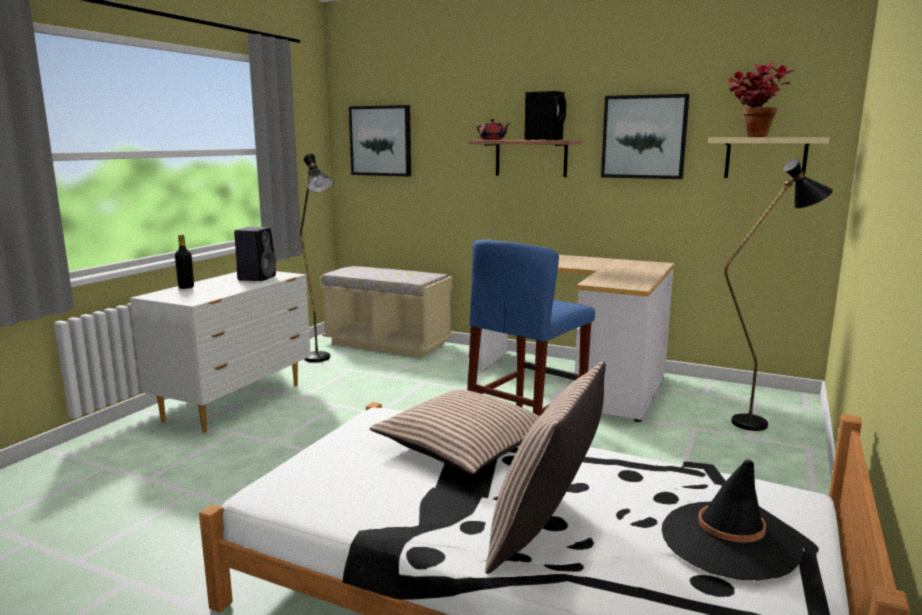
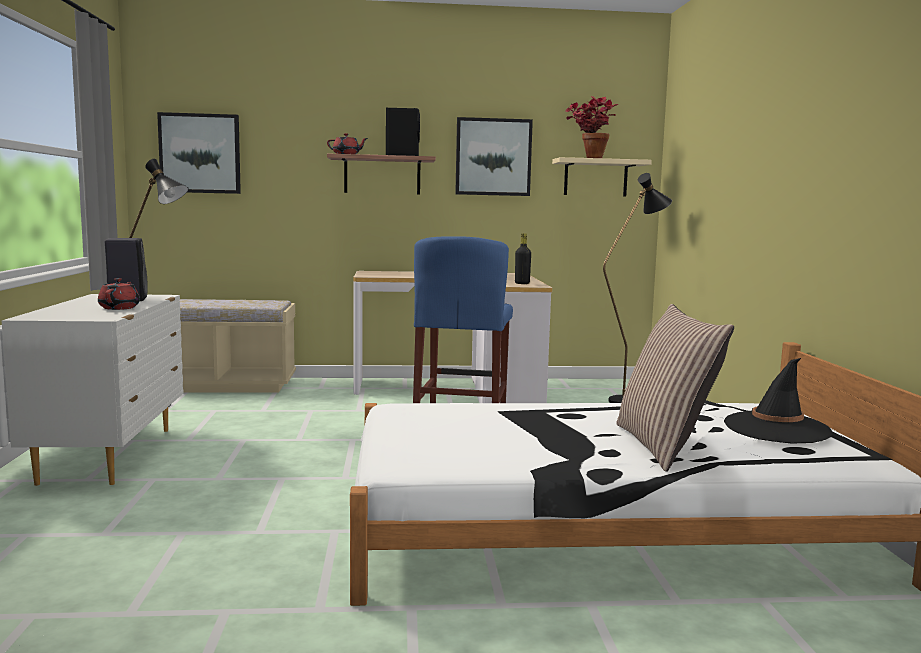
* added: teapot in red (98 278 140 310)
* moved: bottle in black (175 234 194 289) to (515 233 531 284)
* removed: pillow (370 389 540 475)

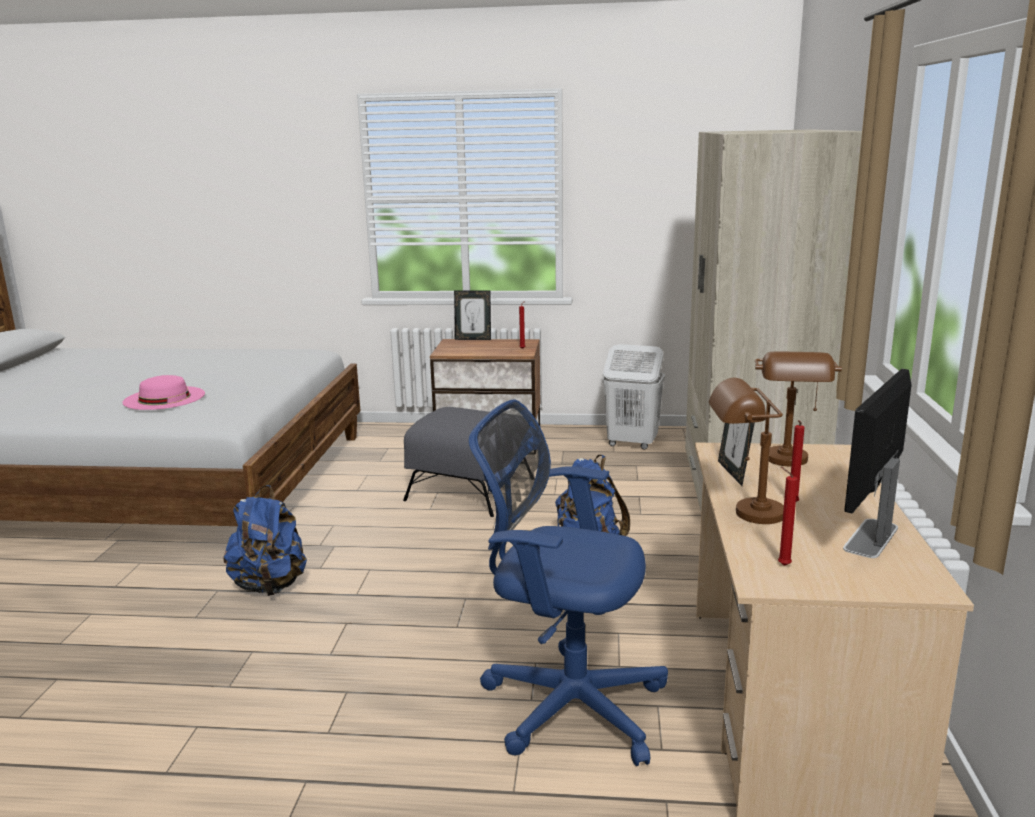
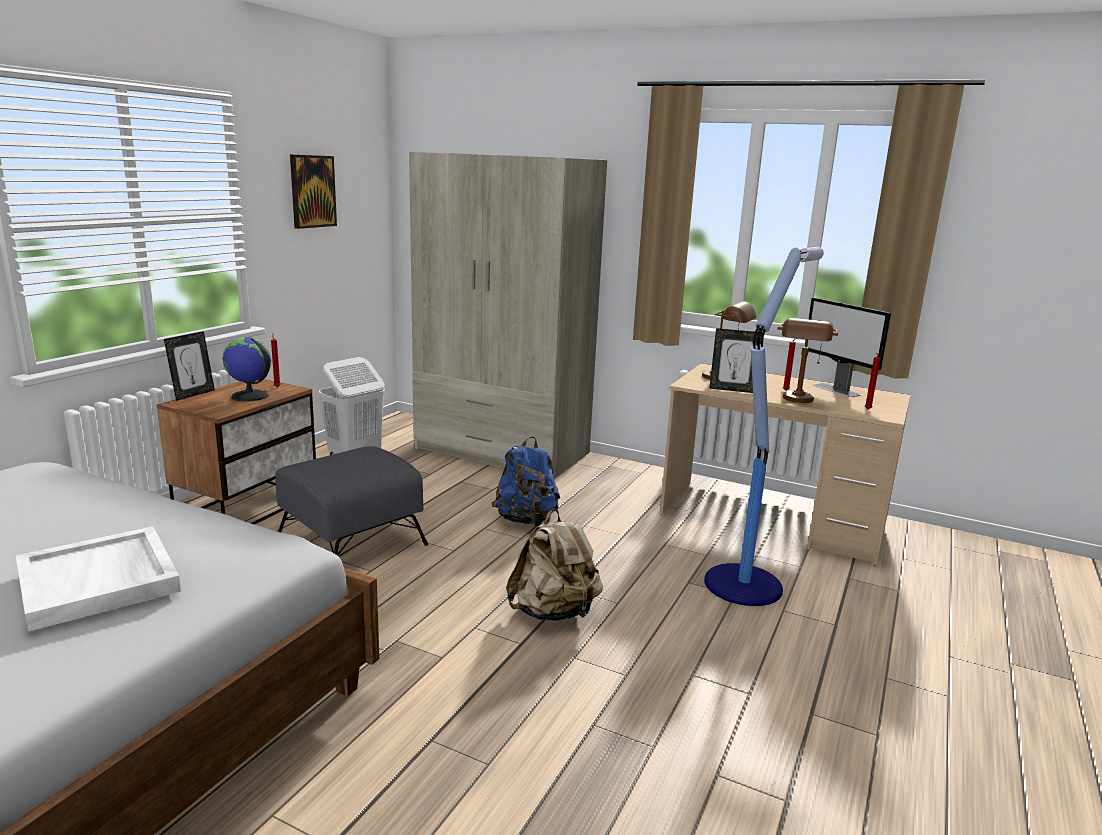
* replaced: hat in pink (122 375 205 410) to tray in white (16 526 181 632)
* added: globe (222 337 271 402)
* added: picture (290 155 337 229)
* added: backpack in beige (506 509 603 621)
* replaced: office chair in blue (469 399 668 766) to floor lamp (704 247 824 606)
* removed: backpack in blue (224 485 307 596)

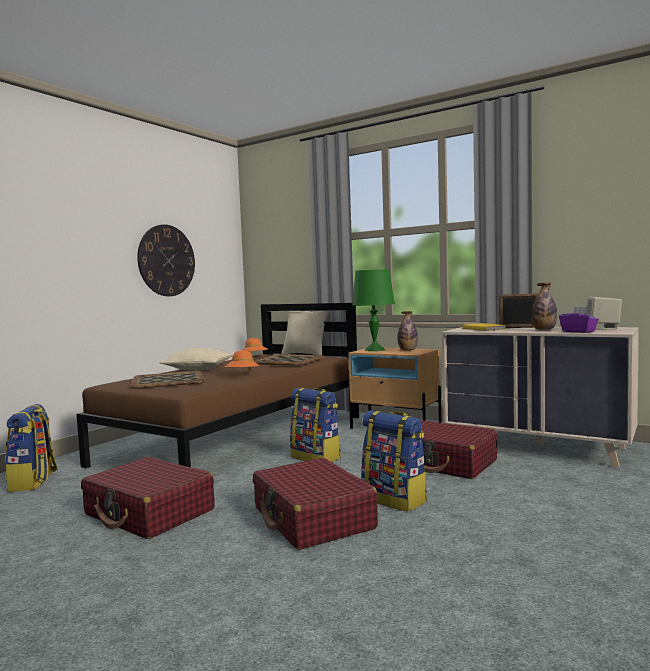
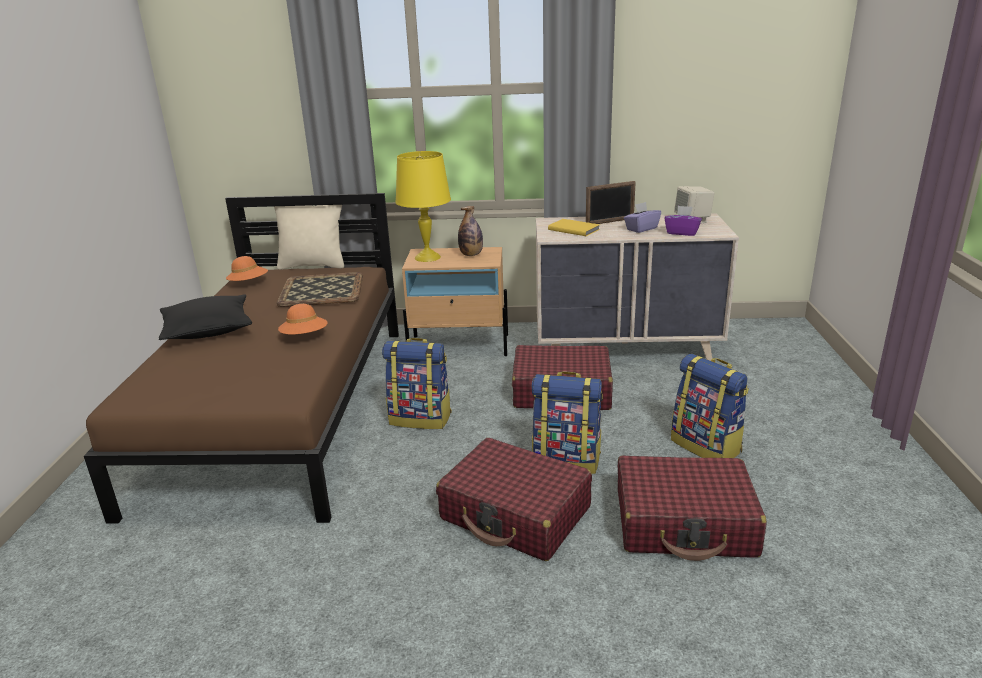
* recoloured: pillow in beige (159 348 233 371) to pillow in black (159 294 252 340)
* recoloured: table lamp in green (352 269 395 351) to table lamp in yellow (395 151 451 262)
* moved: suitcase in red (81 457 215 539) to (618 455 767 561)
* replaced: bottle (531 282 557 330) to tissue box in purple (624 202 661 233)
* moved: backpack (5 404 58 492) to (671 354 749 458)
* removed: tray (130 371 205 389)
* removed: wall clock (137 224 195 296)

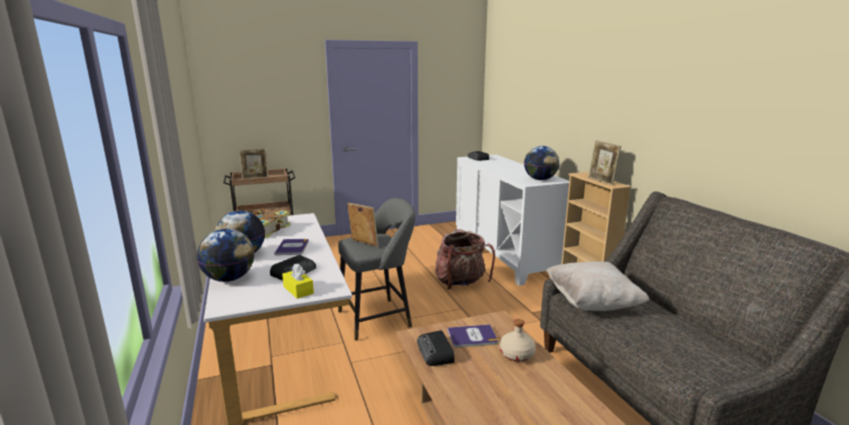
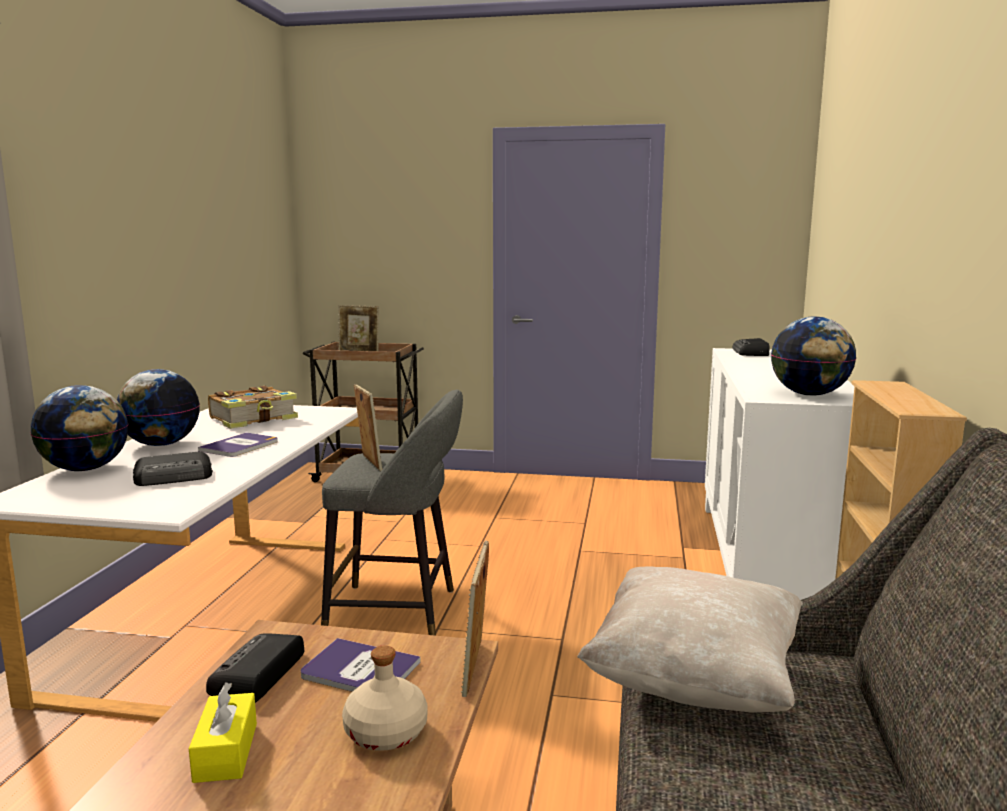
* moved: tissue box in yellow (282 263 314 299) to (189 682 257 783)
* moved: picture frame (588 140 621 185) to (461 540 489 697)
* removed: backpack (435 229 495 290)

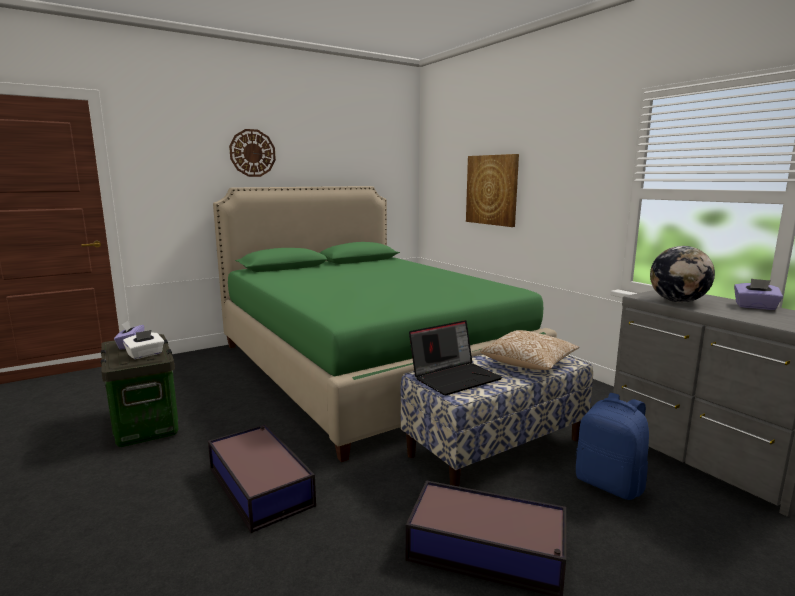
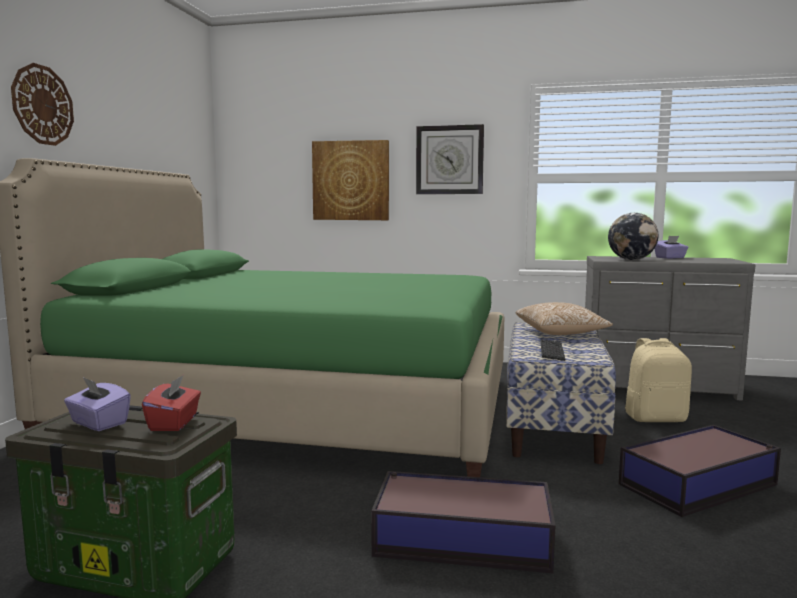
* recoloured: tissue box in white (123 330 164 359) to tissue box in red (142 375 201 431)
* added: wall clock (416 124 484 194)
* replaced: laptop (409 320 502 396) to keyboard (540 339 565 361)
* recoloured: backpack in blue (576 393 649 500) to backpack in beige (625 338 692 422)

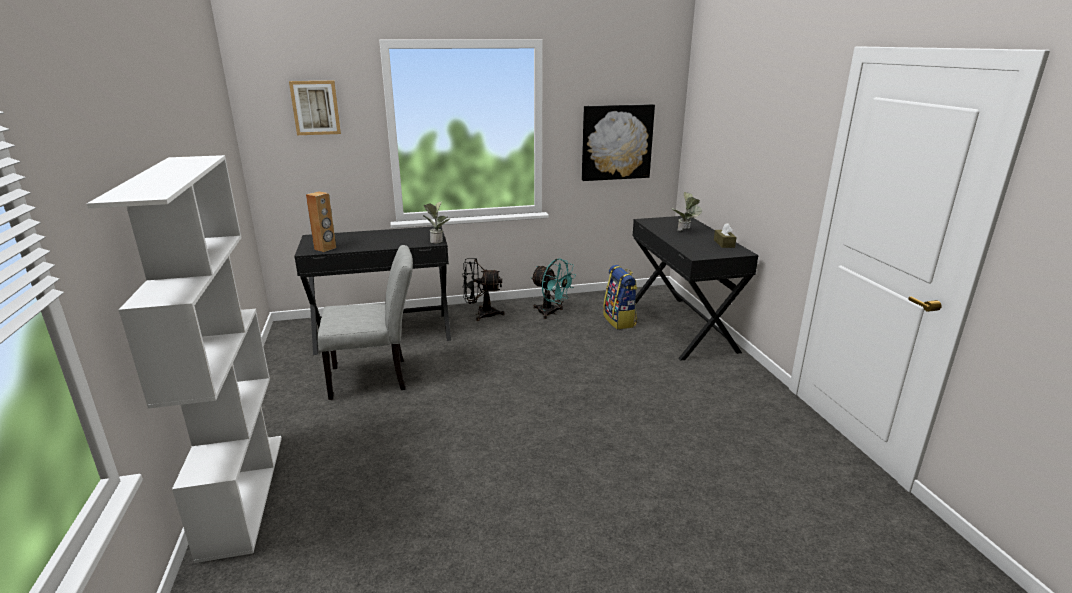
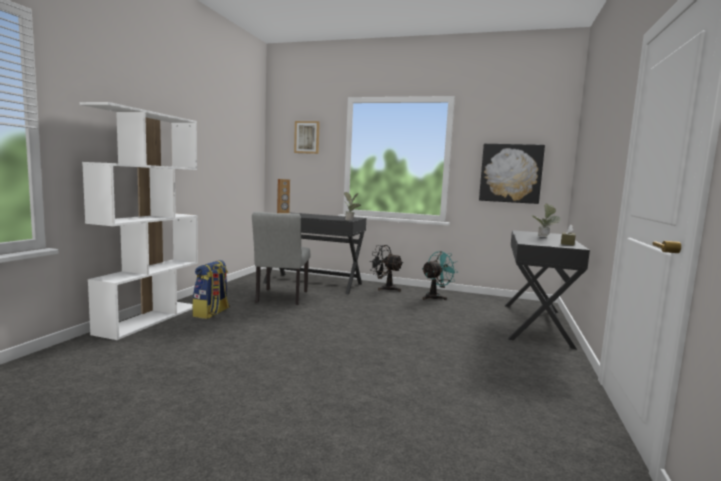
* moved: backpack (603 265 638 329) to (192 260 229 319)
* turned: chair in grey (317 245 413 400) = (252 212 310 305) 75 degrees clockwise
* turned: fan in turquoise (531 259 576 319) = (422 251 458 300) 105 degrees counterclockwise

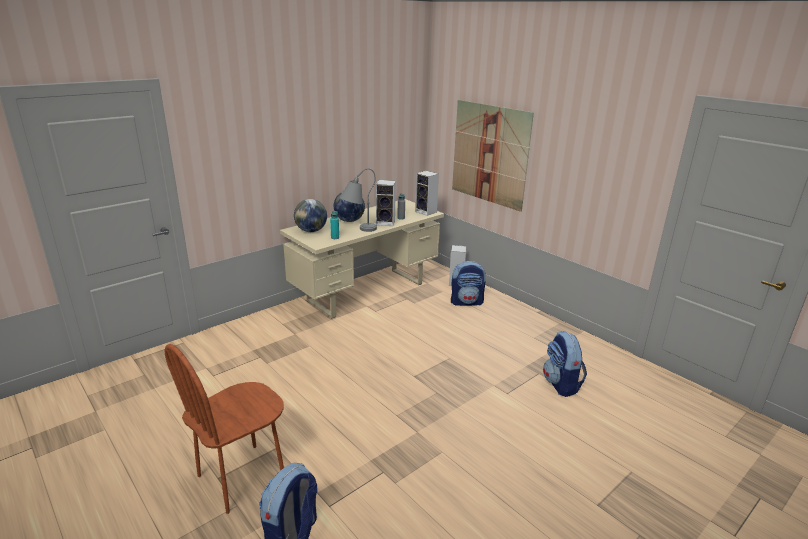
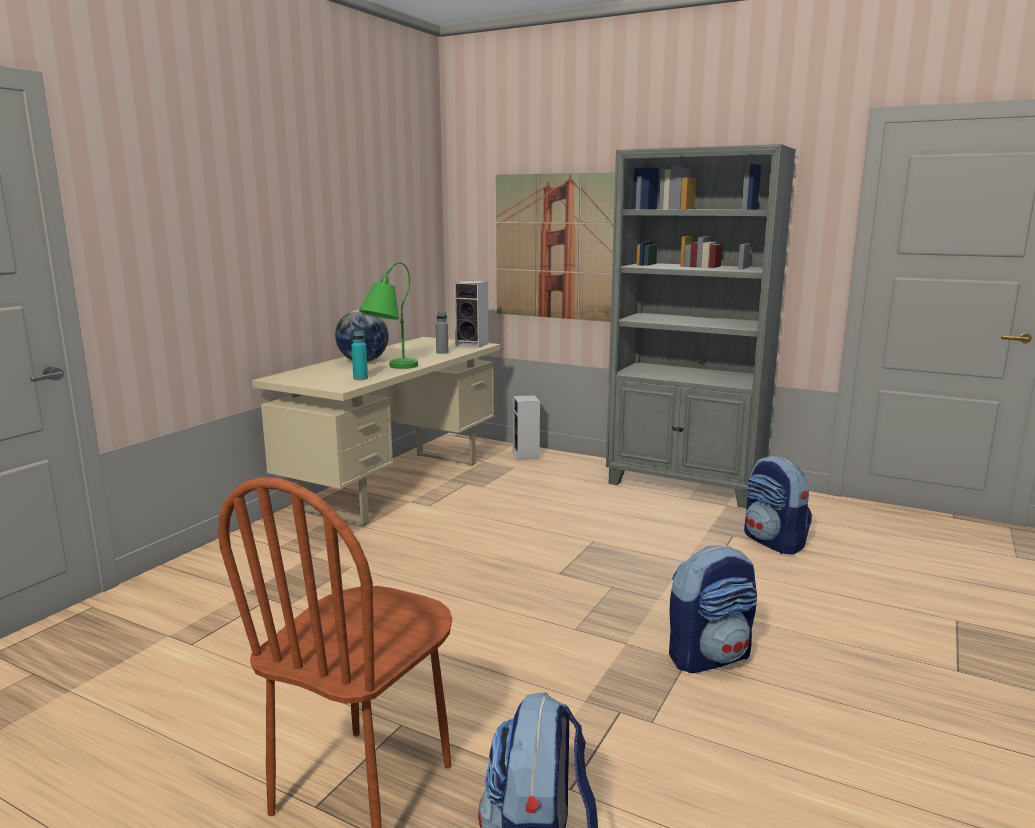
* recoloured: table lamp in grey (339 168 377 232) to table lamp in green (359 262 418 369)
* added: bookcase in grey (606 144 796 508)
* moved: backpack (451 261 486 306) to (669 546 757 673)
* removed: globe (294 199 327 232)
* removed: speaker (376 180 396 226)

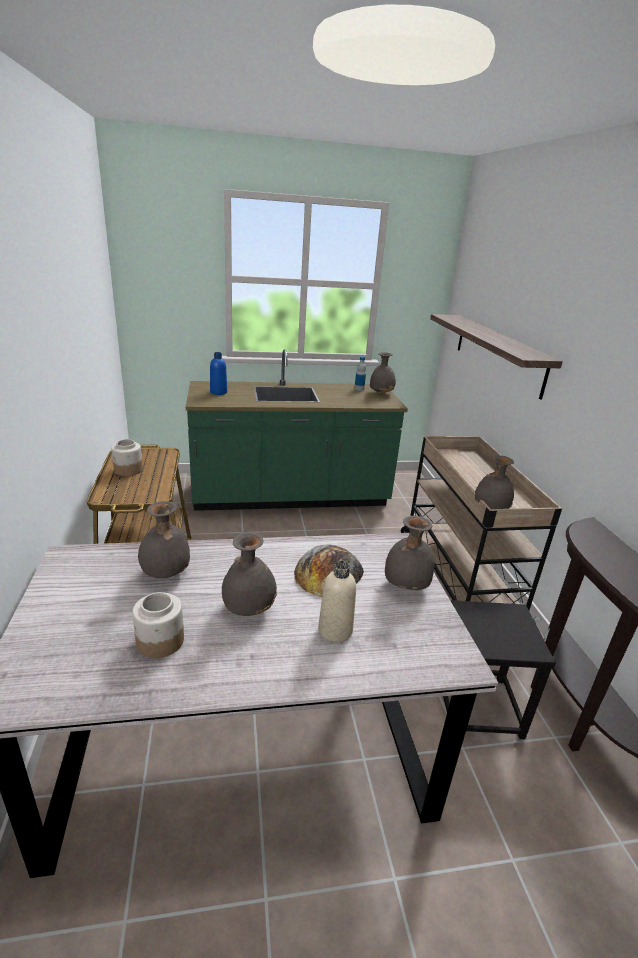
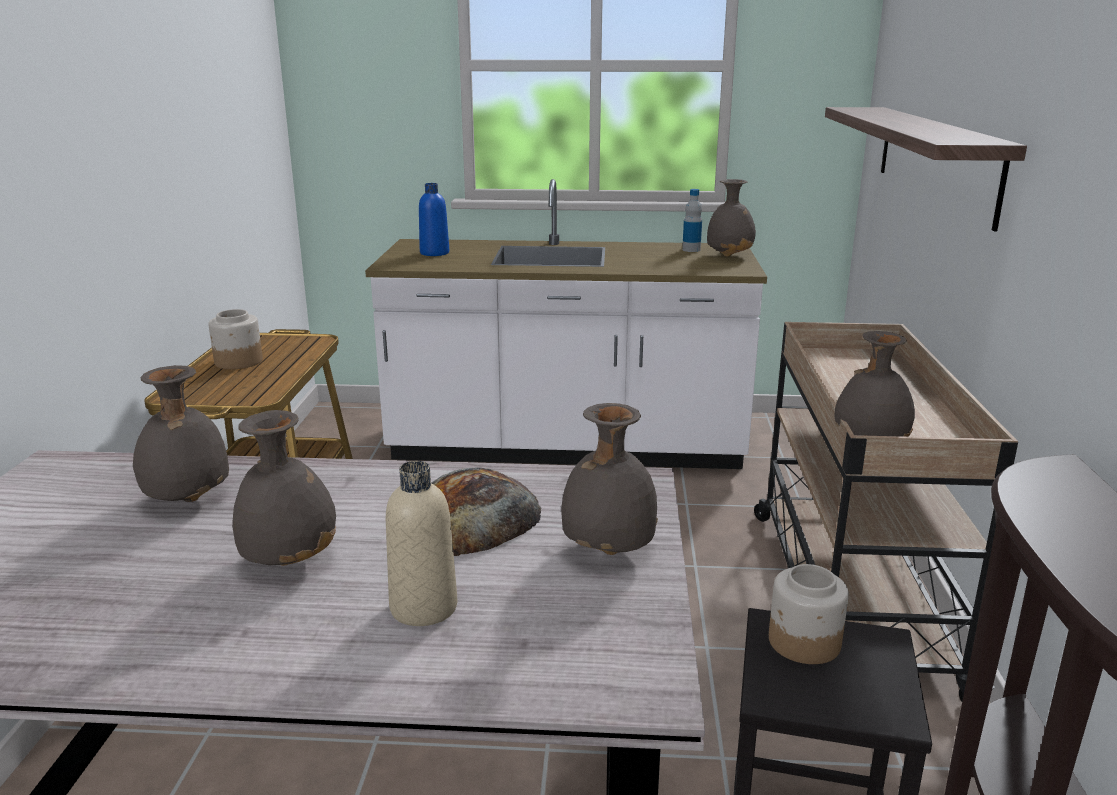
* recoloured: counter in green (186 350 408 511) to counter in white (365 179 767 469)
* moved: jar (132 592 184 658) to (769 564 849 664)

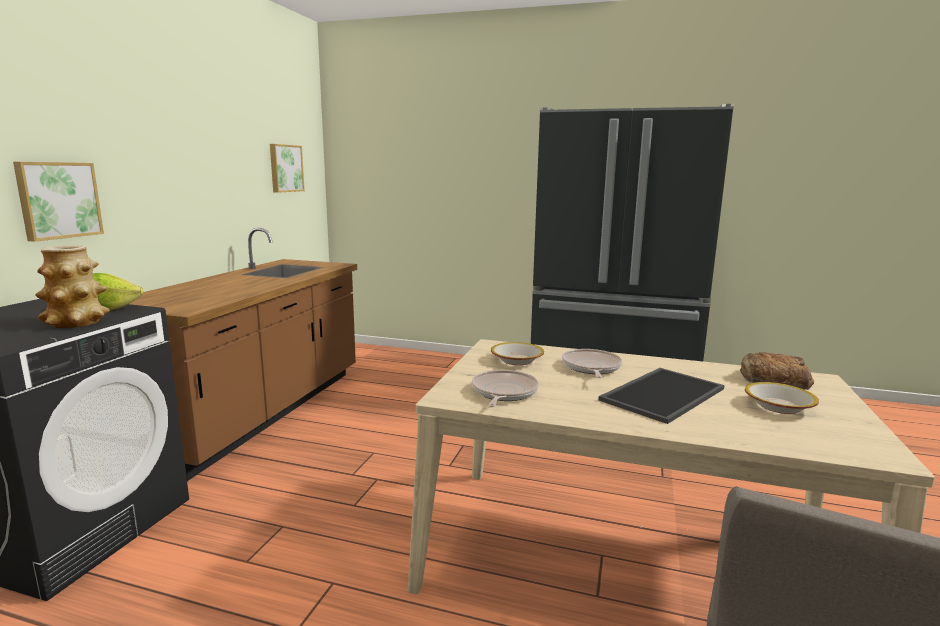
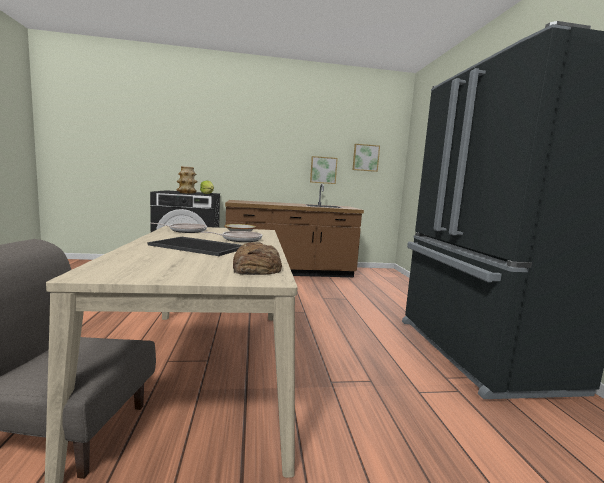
* moved: picture (13 162 104 242) to (310 156 338 184)
* removed: bowl (745 382 819 414)

